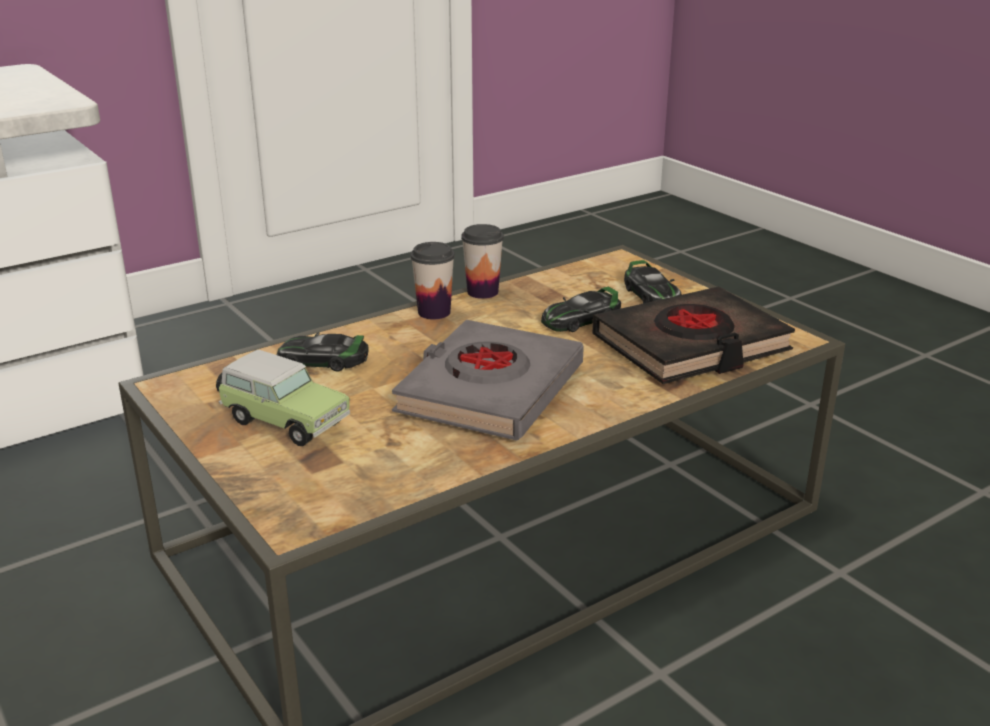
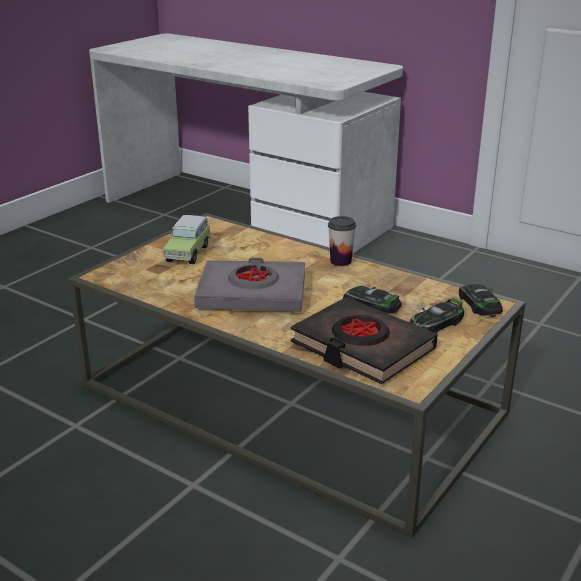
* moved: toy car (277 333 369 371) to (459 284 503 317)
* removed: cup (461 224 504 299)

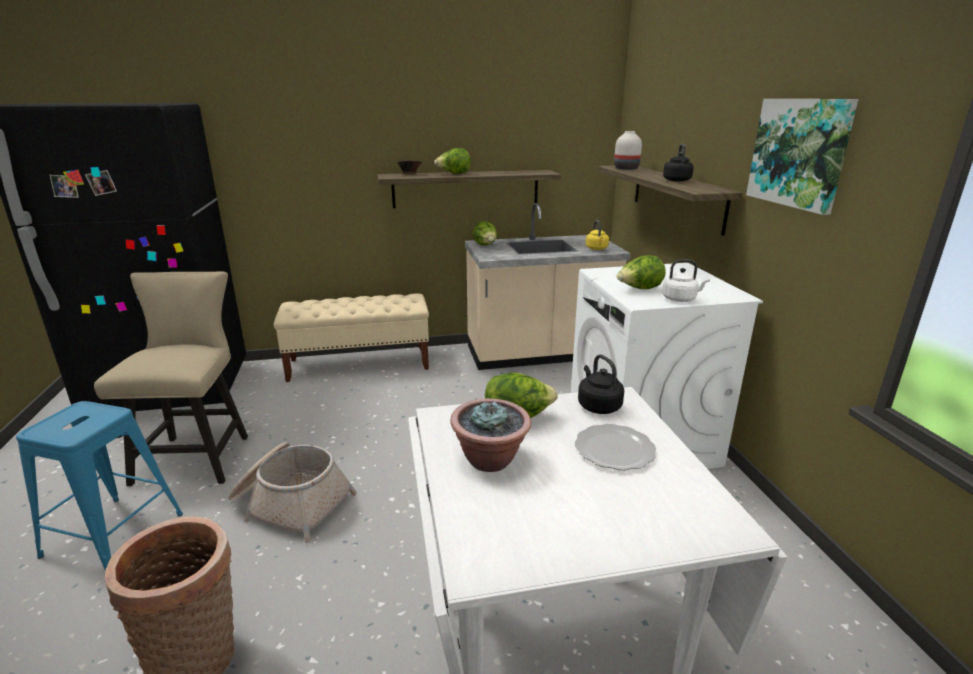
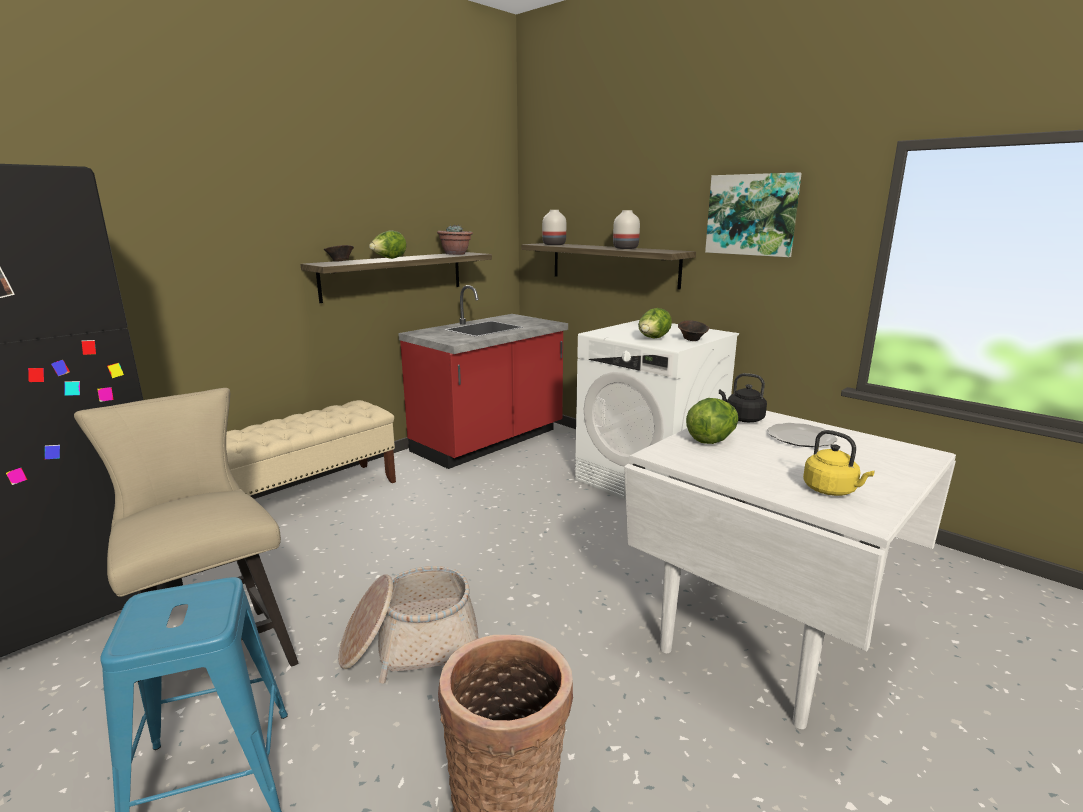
* recoloured: counter in beige (465 203 631 370) to counter in red (398 285 568 469)
* moved: potted plant (451 398 531 472) to (437 225 473 255)
* replaced: kettle in black (663 144 694 182) to vase in white (613 210 640 249)
* replaced: kettle in white (662 259 710 302) to bowl in brown (678 320 710 341)
* moved: kettle in yellow (586 220 609 250) to (803 430 875 496)
* removed: lettuce (473 221 497 246)

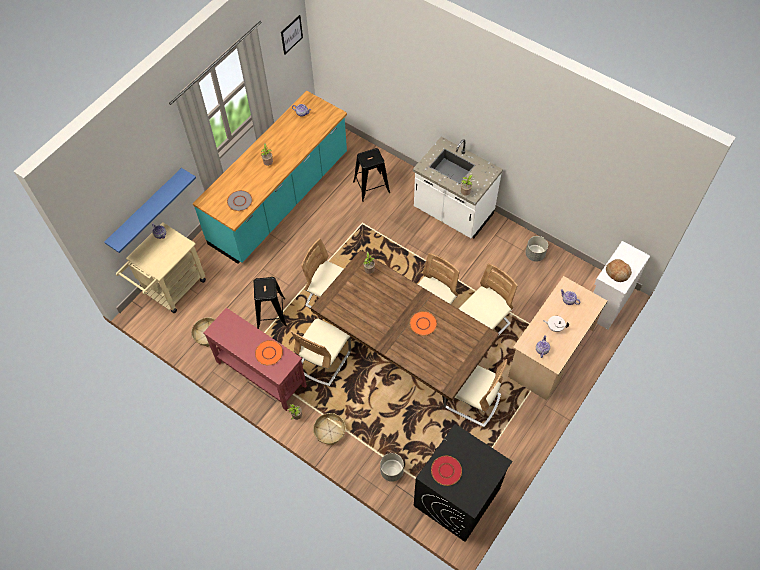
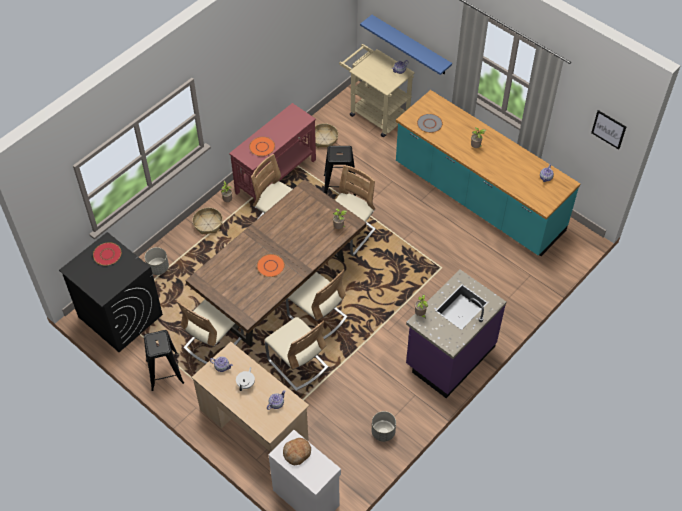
* moved: stool in black (353 148 390 202) to (144 330 184 391)
* recoloured: counter in white (413 136 503 238) to counter in purple (406 270 506 398)

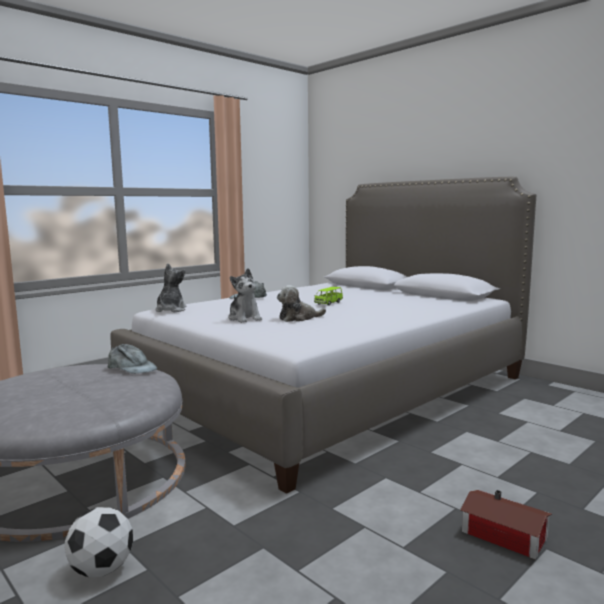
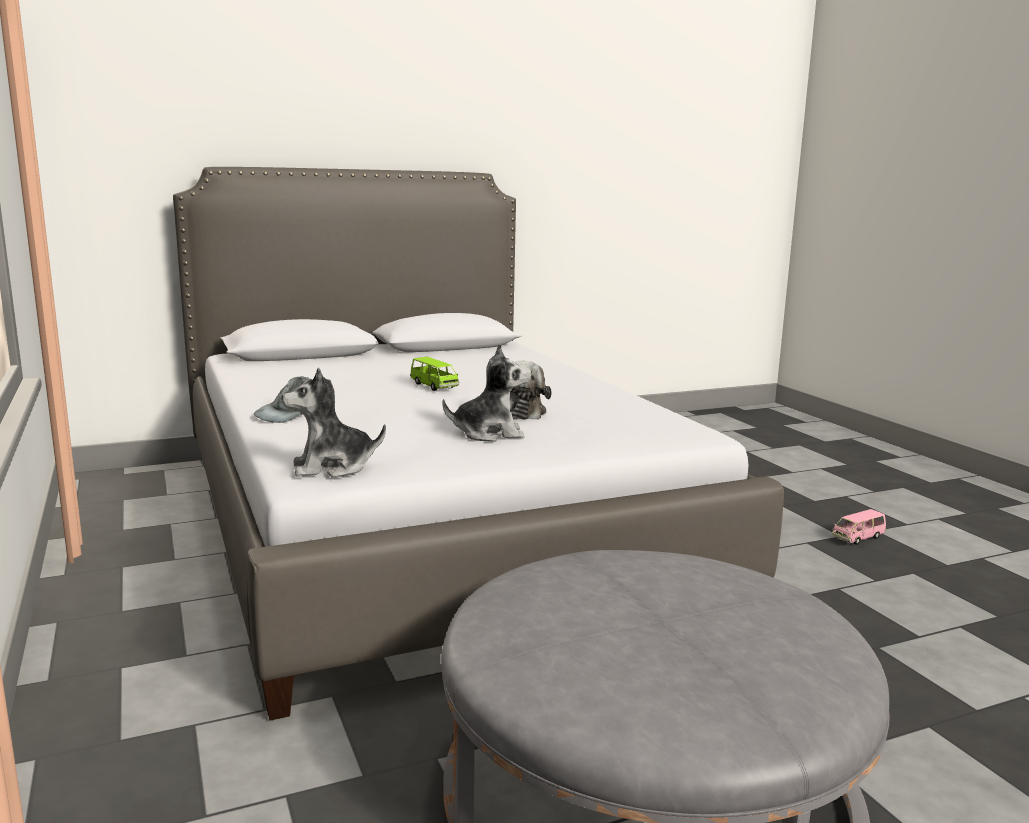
* turned: plush toy (156 263 187 312) = (282 368 386 478) 45 degrees counterclockwise
* replaced: toy house (460 490 552 560) to toy car in pink (832 509 886 545)
* removed: football (64 507 133 577)
* removed: cap in grey (108 344 157 374)

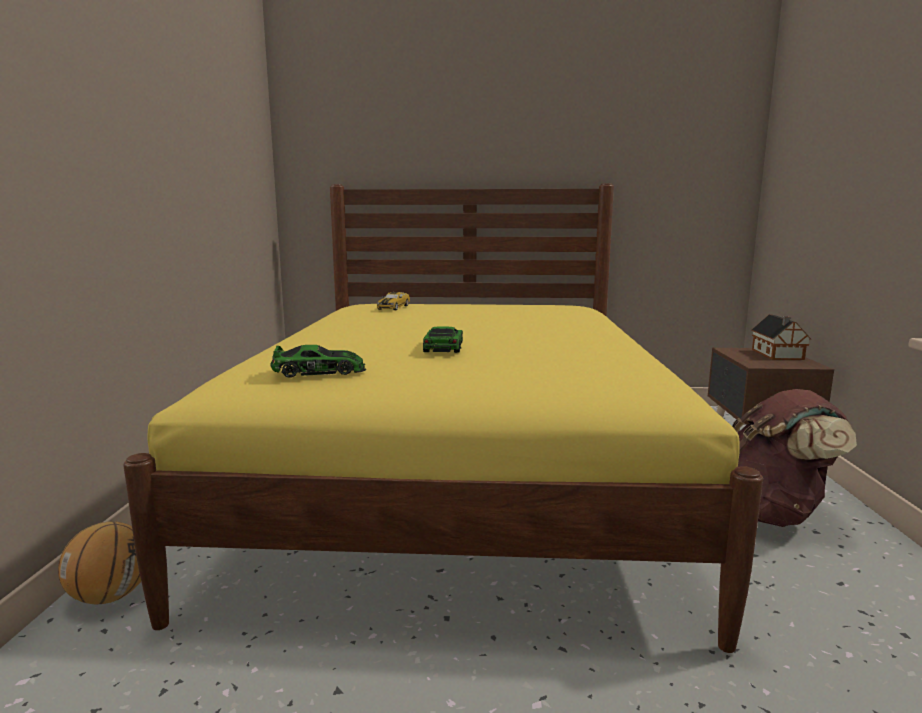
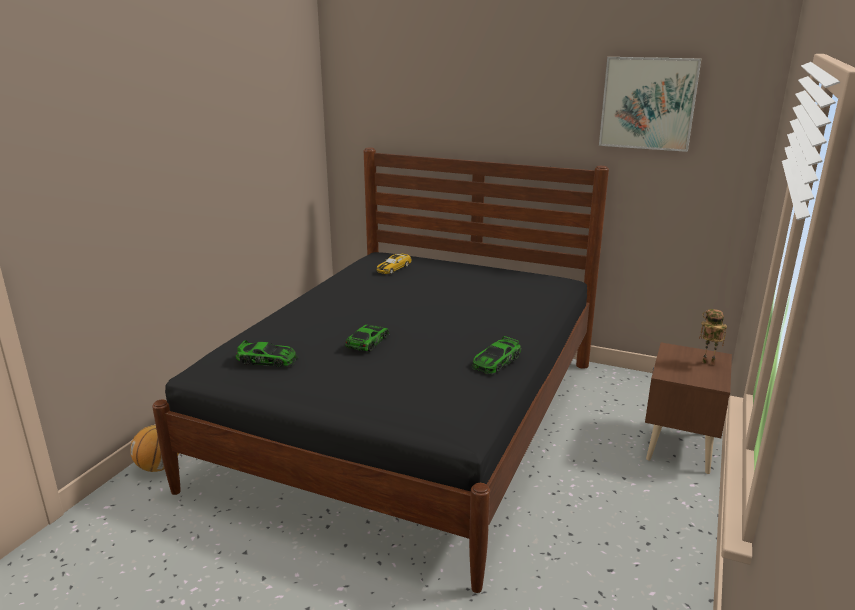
* recoloured: bed in yellow (123 183 763 653) to bed in black (152 147 609 593)
* added: toy car (471 336 521 374)
* added: picture (599 57 701 152)
* replaced: toy house (751 314 812 360) to toy robot (699 309 727 365)
* removed: backpack in brown (732 389 857 527)

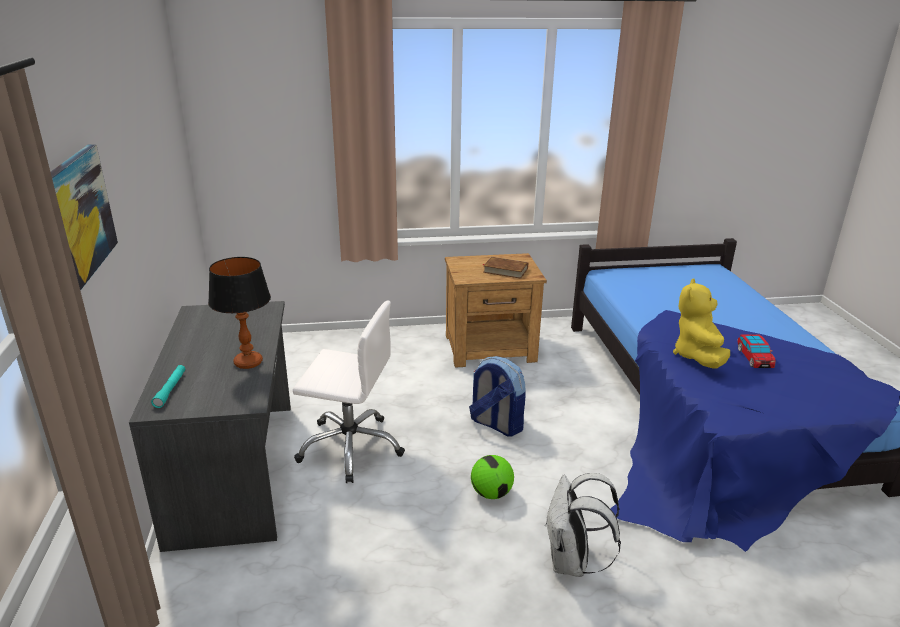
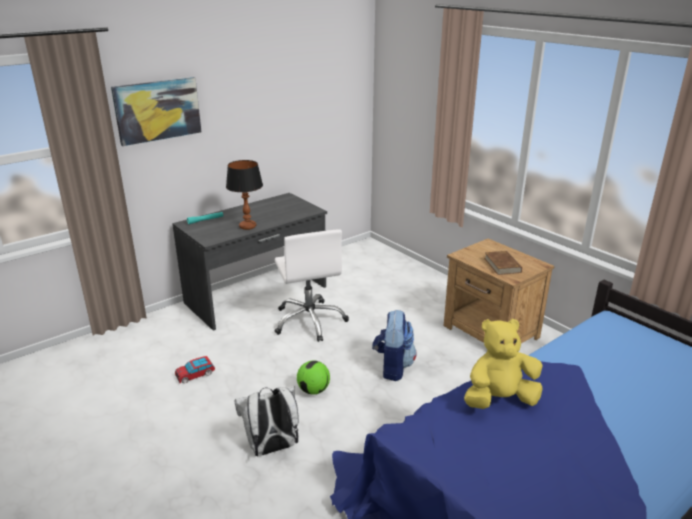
* moved: toy car (737 335 776 368) to (175 356 215 384)

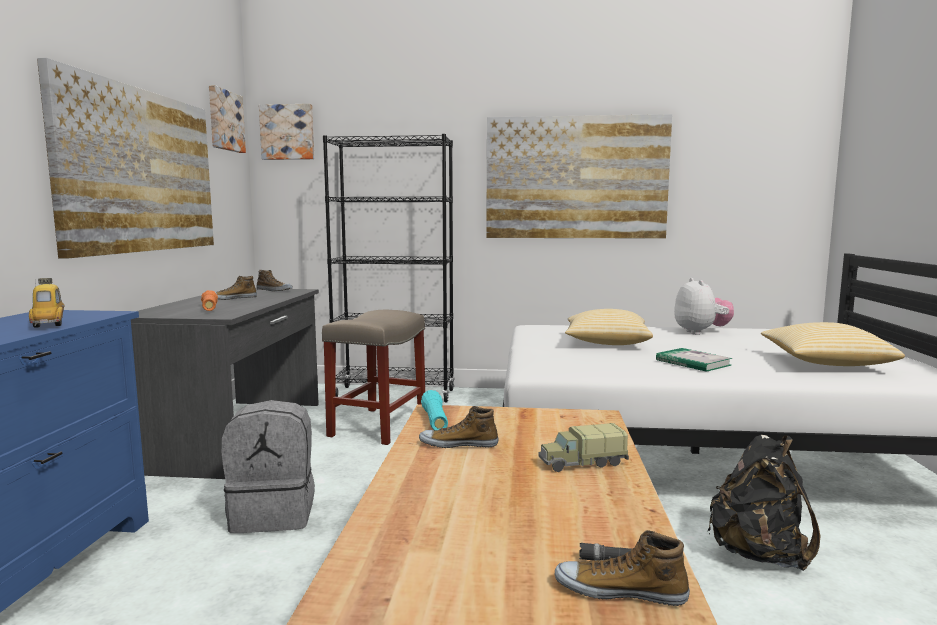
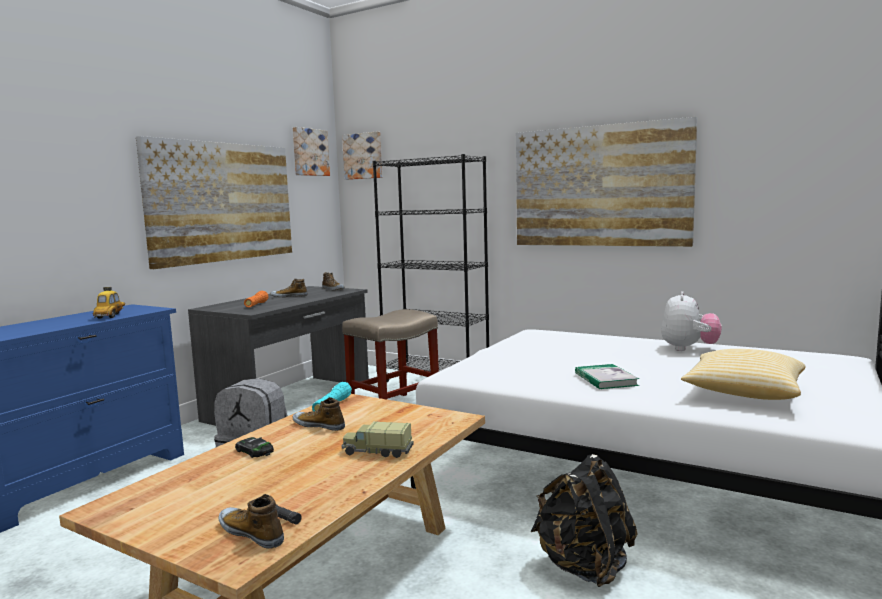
* added: toy car (235 437 274 458)
* removed: pillow (565 309 653 345)

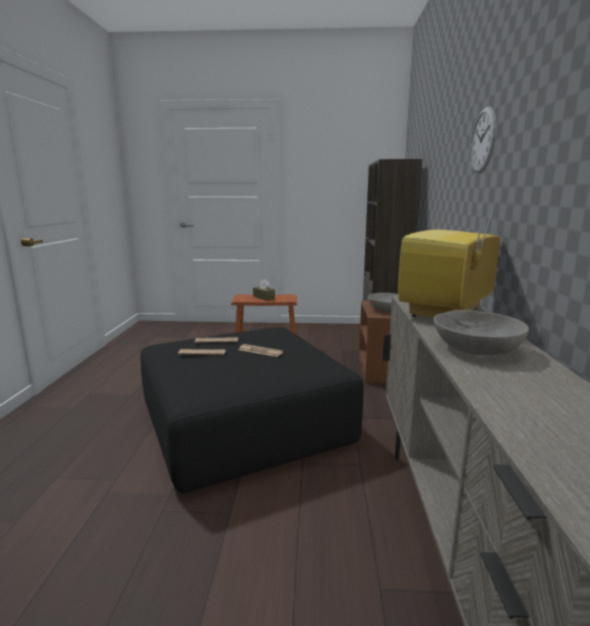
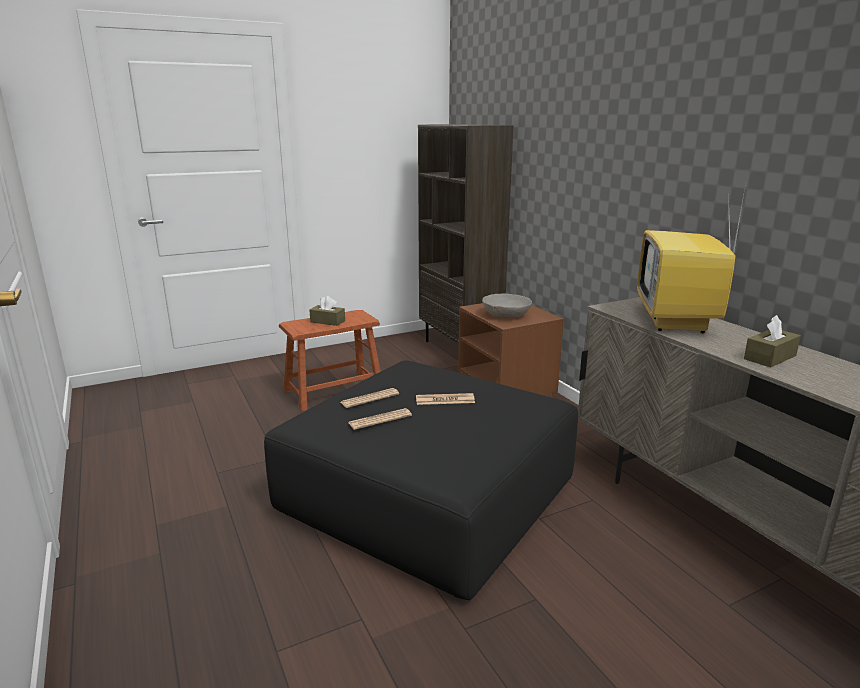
* replaced: bowl in grey (434 310 529 355) to tissue box in brown (744 315 801 367)
* removed: wall clock (470 106 497 173)

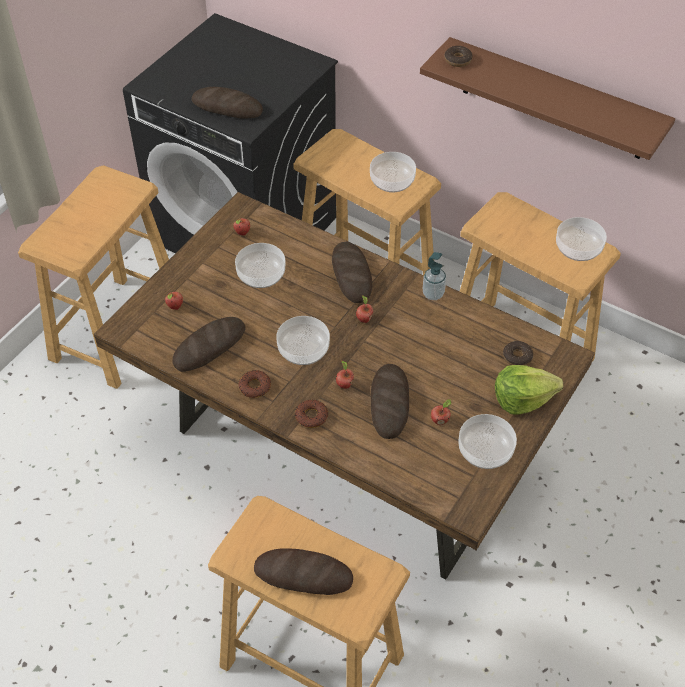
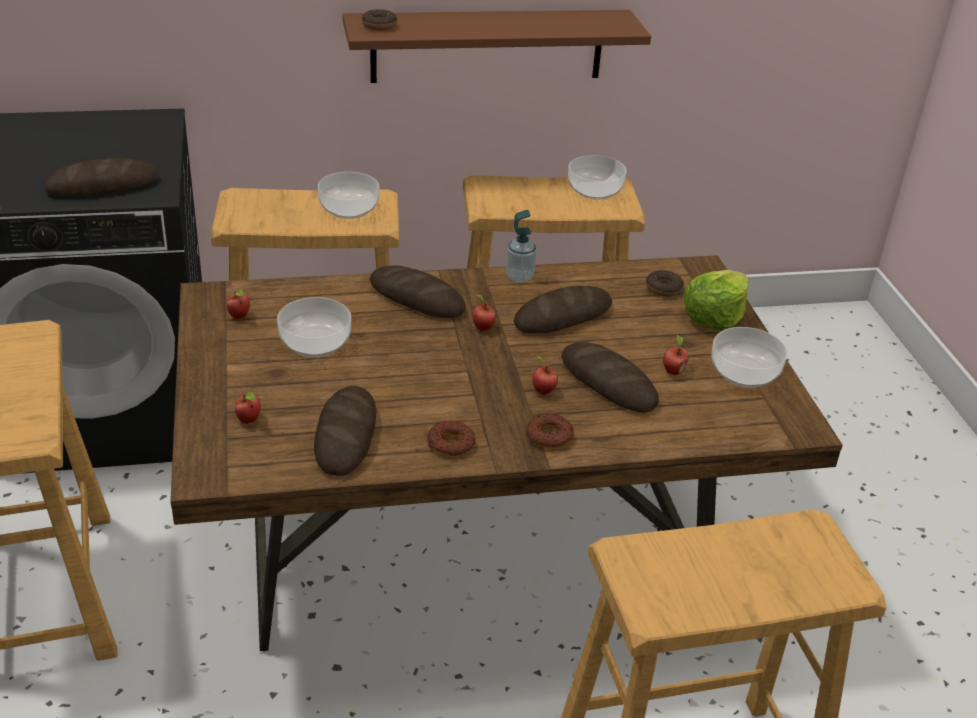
* moved: bread (254 548 353 595) to (514 286 612 333)
* removed: bowl (276 316 330 365)

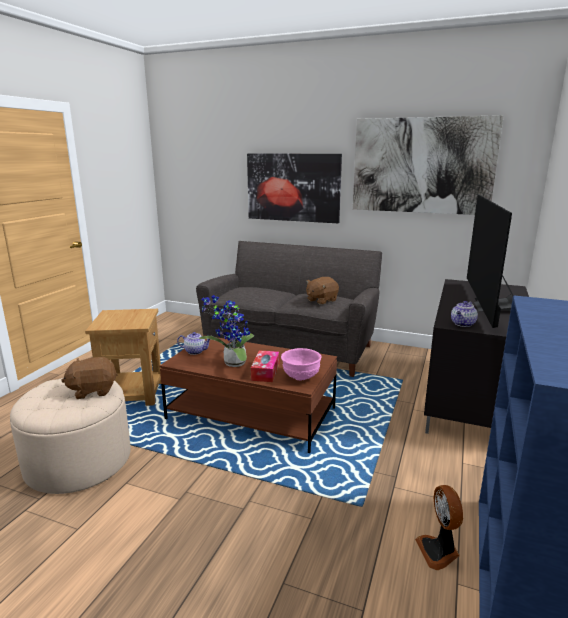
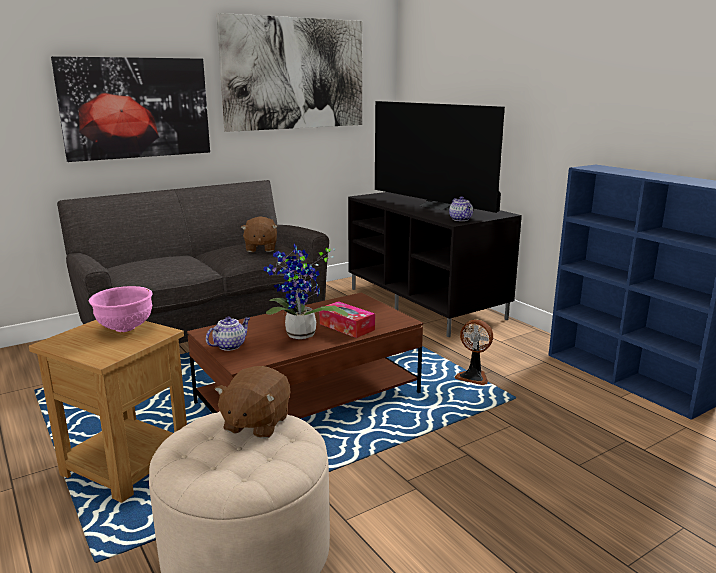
* moved: bowl in pink (281 348 322 381) to (89 286 153 332)
* moved: fan (415 485 463 570) to (455 319 493 385)

